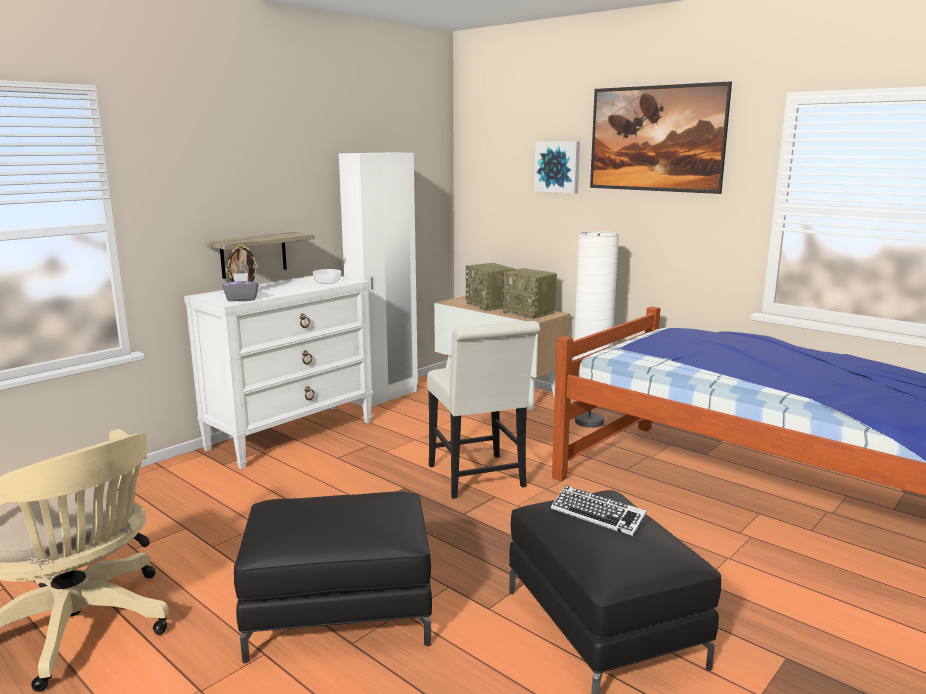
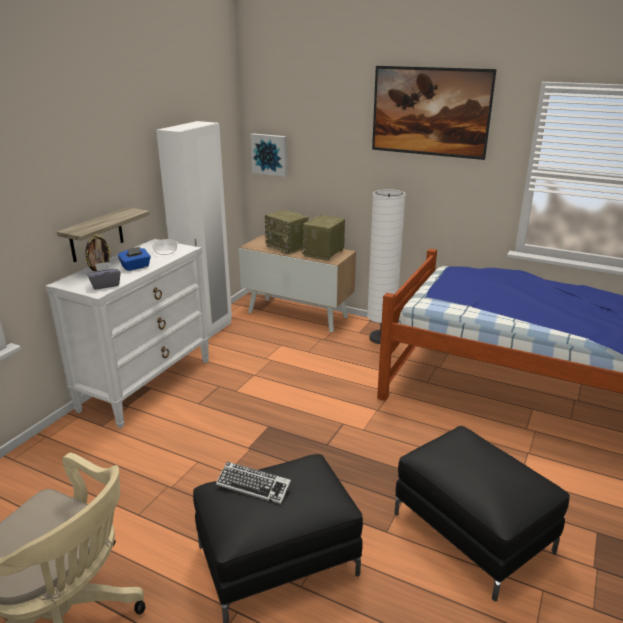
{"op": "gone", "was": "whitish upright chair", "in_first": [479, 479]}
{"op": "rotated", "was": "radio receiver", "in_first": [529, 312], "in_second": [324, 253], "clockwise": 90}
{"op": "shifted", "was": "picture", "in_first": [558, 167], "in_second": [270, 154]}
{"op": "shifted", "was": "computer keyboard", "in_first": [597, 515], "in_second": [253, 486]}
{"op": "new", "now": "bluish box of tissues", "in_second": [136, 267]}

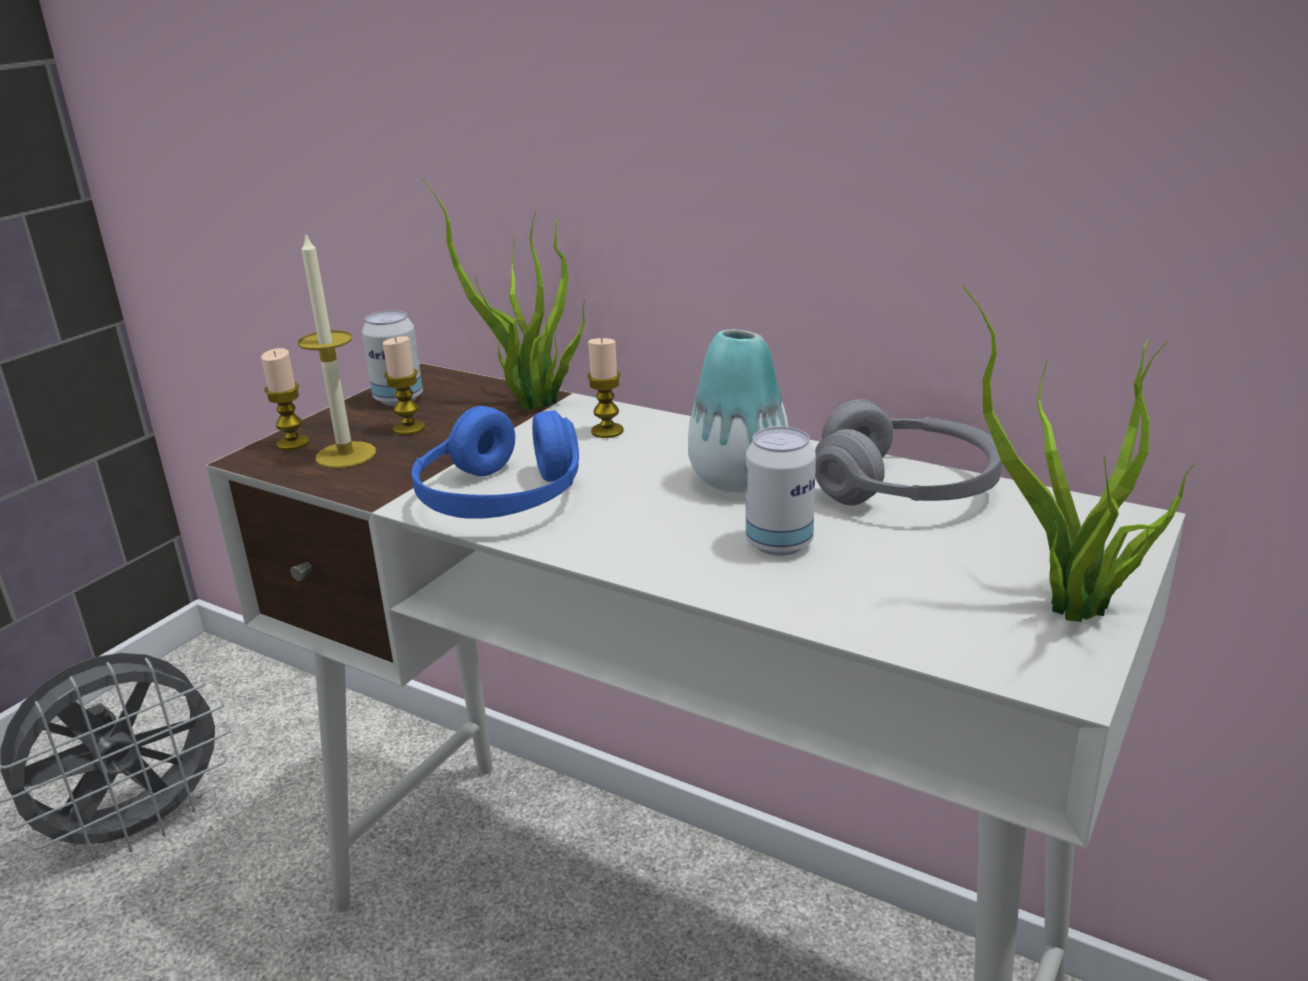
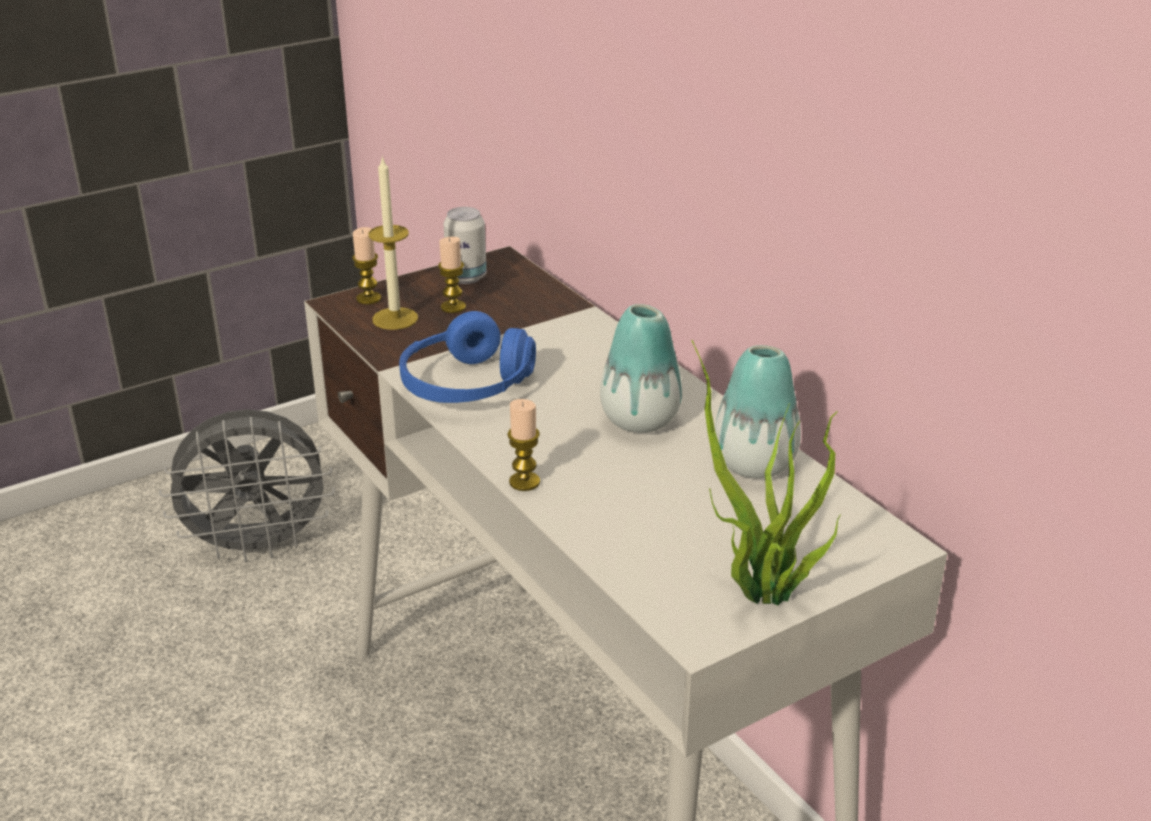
{"op": "gone", "was": "houseplant", "in_first": [531, 405]}
{"op": "shifted", "was": "wax light", "in_first": [607, 431], "in_second": [524, 482]}
{"op": "gone", "was": "sealed can", "in_first": [779, 543]}
{"op": "swapped", "was": "gray headphones", "now": "vase", "in_first": [905, 488], "in_second": [754, 464]}

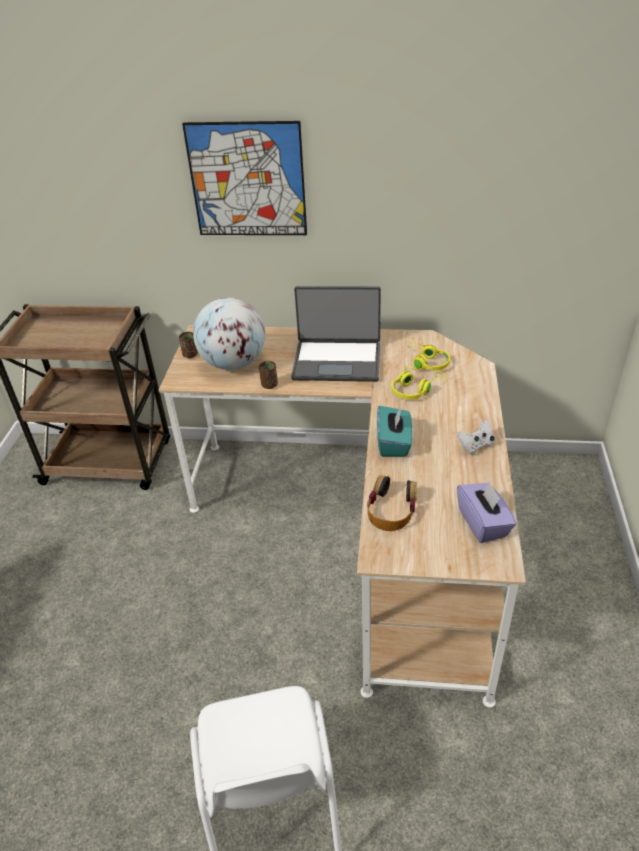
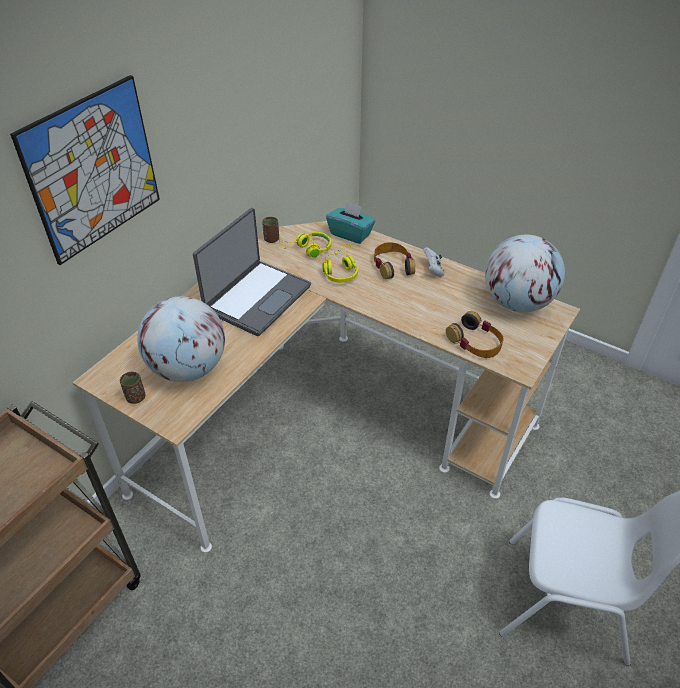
{"op": "shifted", "was": "brown-coloured cup", "in_first": [269, 385], "in_second": [271, 239]}
{"op": "shifted", "was": "turquoise-coloured box of tissues", "in_first": [394, 443], "in_second": [350, 234]}
{"op": "swapped", "was": "purple box of tissues", "now": "globe", "in_first": [483, 523], "in_second": [517, 302]}
{"op": "new", "now": "headphones", "in_second": [392, 266]}

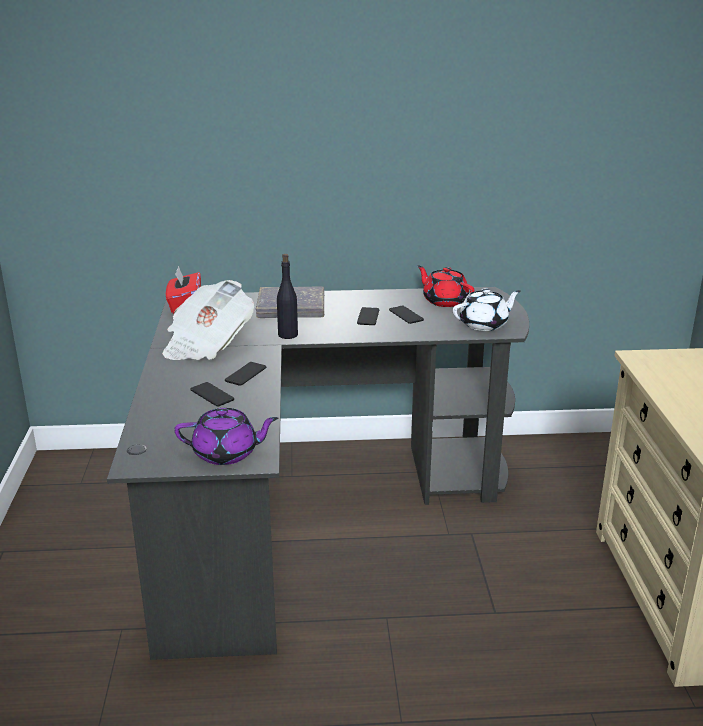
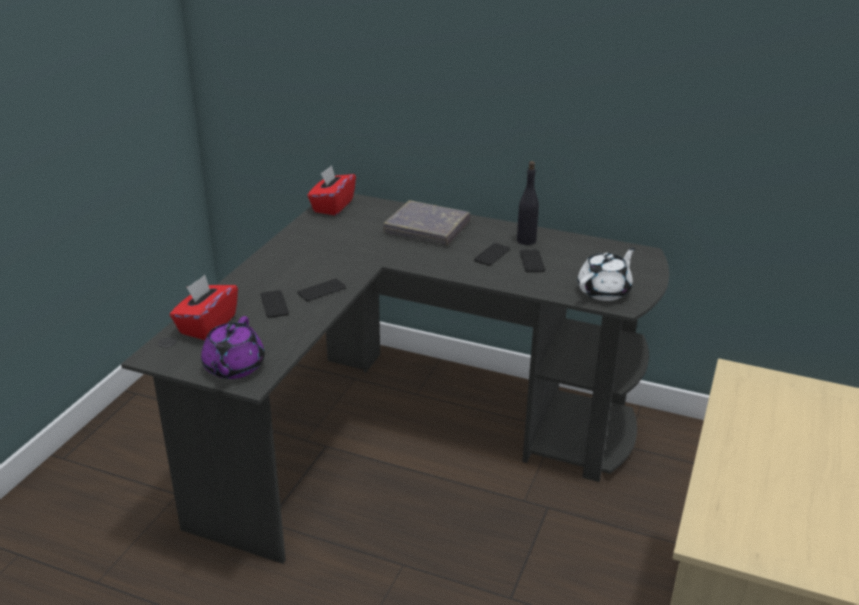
{"op": "gone", "was": "newspaper", "in_first": [207, 345]}
{"op": "rotated", "was": "purple teapot", "in_first": [227, 453], "in_second": [233, 367], "clockwise": 75}
{"op": "shifted", "was": "blackish drink bottle", "in_first": [288, 335], "in_second": [526, 240]}
{"op": "gone", "was": "red teapot", "in_first": [444, 301]}
{"op": "rotated", "was": "whitish teapot", "in_first": [484, 324], "in_second": [604, 291], "clockwise": -45}
{"op": "new", "now": "red box of tissues", "in_second": [207, 325]}

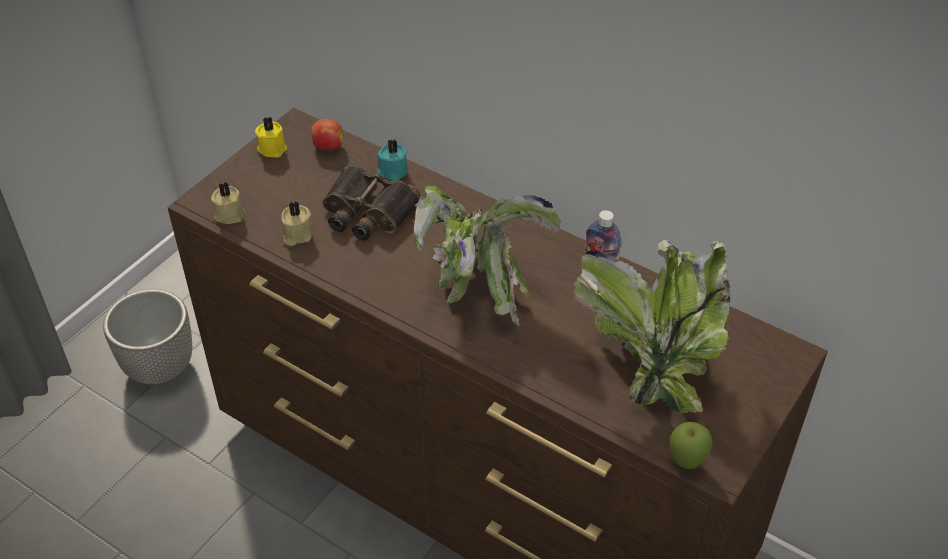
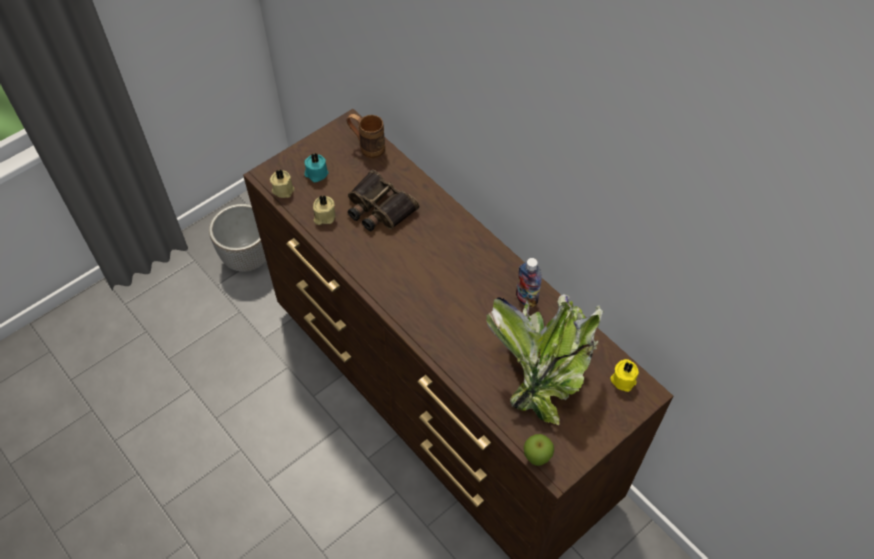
{"op": "shifted", "was": "yellow wax light", "in_first": [272, 148], "in_second": [623, 379]}
{"op": "swapped", "was": "apple", "now": "brown-coloured mug", "in_first": [327, 147], "in_second": [367, 147]}
{"op": "shifted", "was": "turquoise-coloured wax light", "in_first": [392, 171], "in_second": [316, 174]}
{"op": "gone", "was": "houseplant", "in_first": [477, 285]}

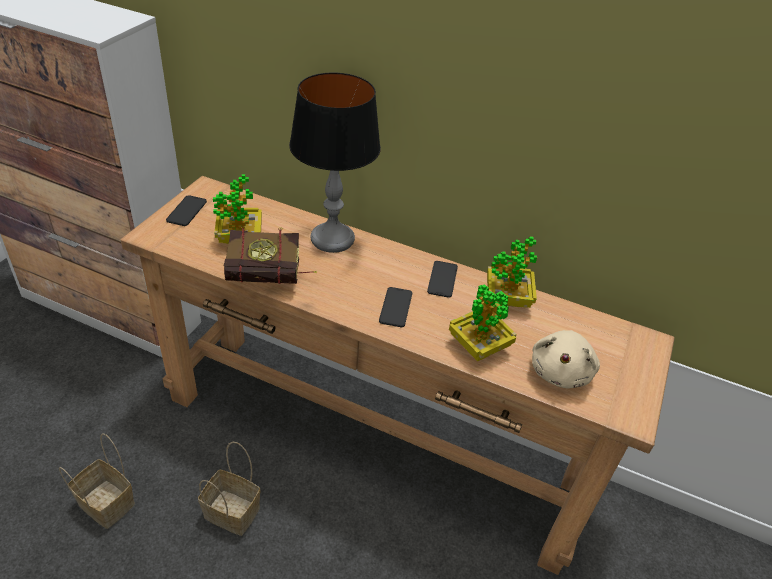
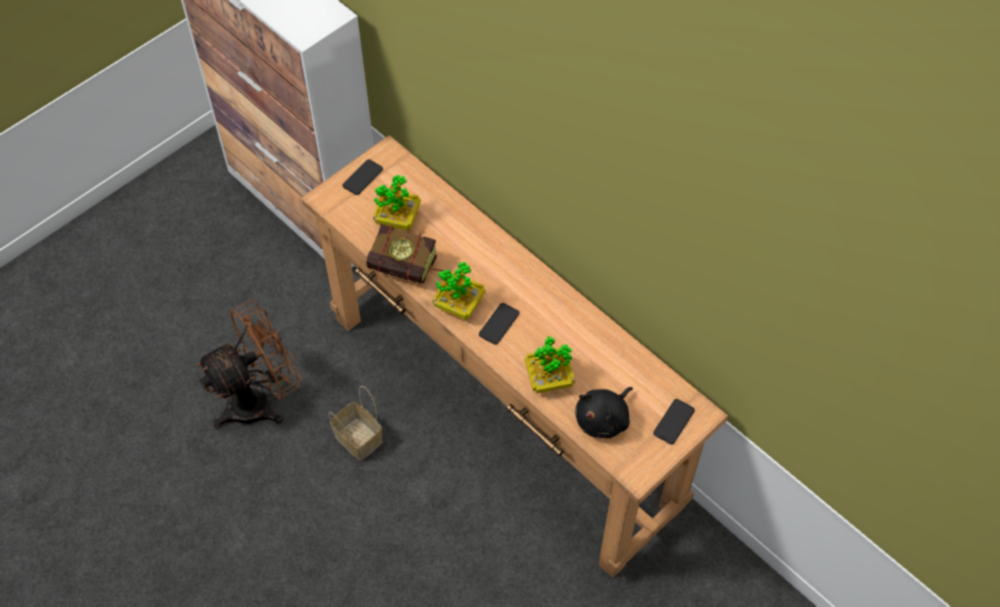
{"op": "swapped", "was": "household basket", "now": "brown-coloured electric fan", "in_first": [104, 503], "in_second": [260, 401]}
{"op": "gone", "was": "lamp for a table", "in_first": [332, 239]}
{"op": "shifted", "was": "handset", "in_first": [442, 279], "in_second": [674, 422]}
{"op": "shifted", "was": "houseplant", "in_first": [507, 299], "in_second": [459, 305]}
{"op": "repainted", "was": "sand-coloured soft toy", "now": "blackish soft toy", "in_first": [560, 371], "in_second": [604, 419]}

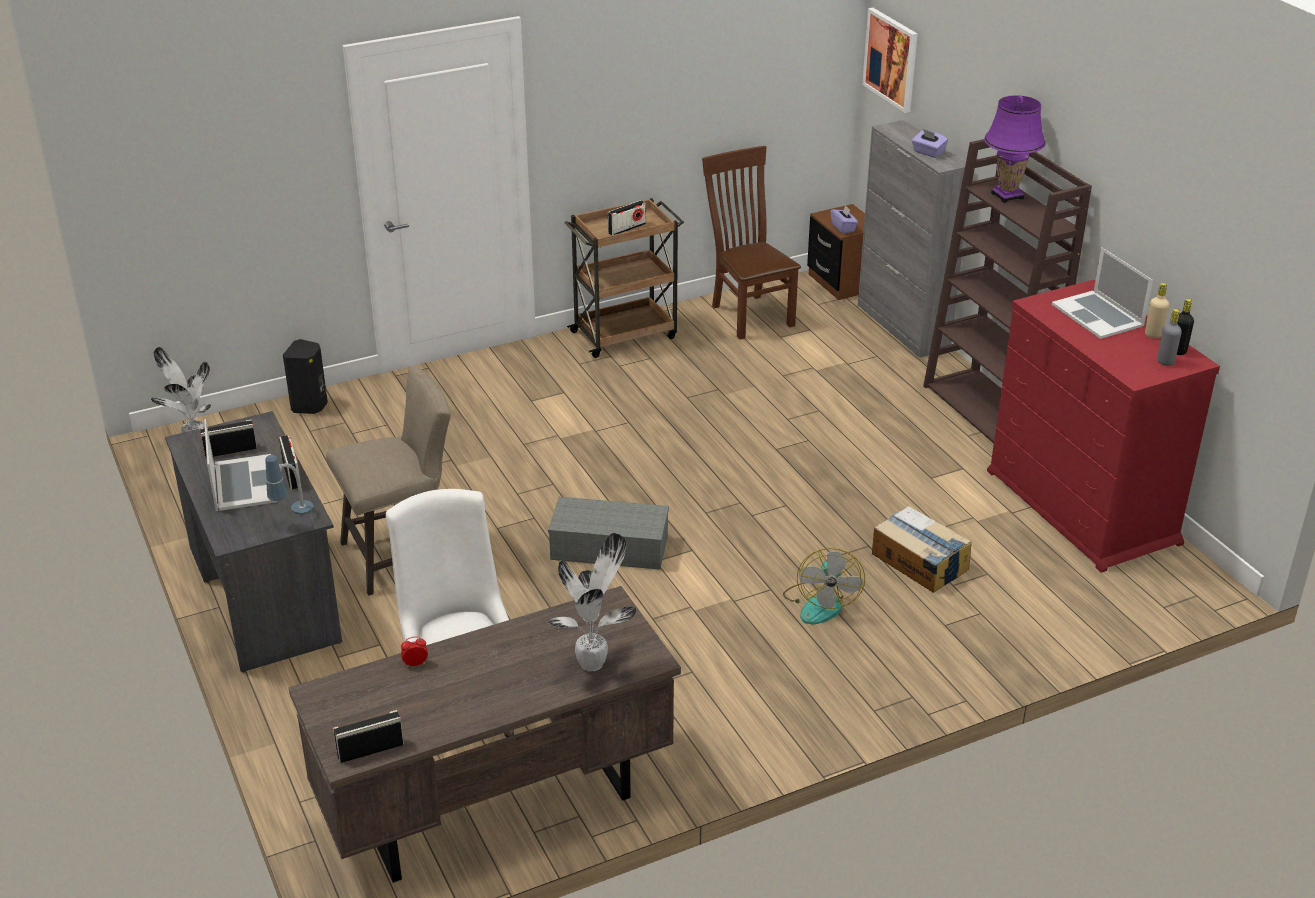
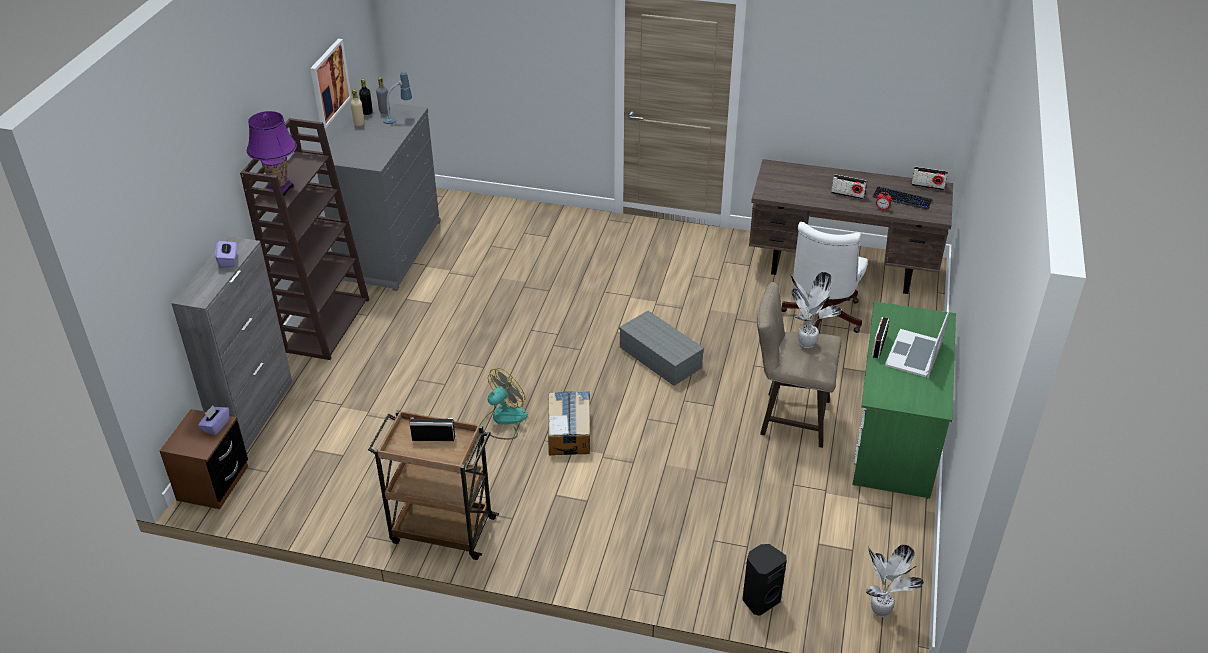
{"op": "repainted", "was": "gray desk unit", "now": "greenish desk unit", "in_first": [264, 594], "in_second": [895, 436]}
{"op": "shifted", "was": "radio receiver", "in_first": [230, 451], "in_second": [847, 194]}
{"op": "shifted", "was": "lamp for a table", "in_first": [292, 516], "in_second": [398, 119]}
{"op": "shifted", "was": "houseplant", "in_first": [594, 663], "in_second": [805, 343]}
{"op": "gone", "was": "brown-coloured upright chair", "in_first": [748, 314]}
{"op": "shifted", "was": "electric fan", "in_first": [820, 603], "in_second": [503, 420]}
{"op": "shifted", "was": "picture", "in_first": [891, 59], "in_second": [329, 83]}
{"op": "shifted", "was": "packing box", "in_first": [919, 562], "in_second": [569, 432]}
{"op": "repainted", "was": "red chest of drawers", "now": "gray chest of drawers", "in_first": [1082, 507], "in_second": [389, 249]}
{"op": "gone", "was": "portable computer", "in_first": [1098, 315]}
{"op": "new", "now": "computer keyboard", "in_second": [902, 199]}

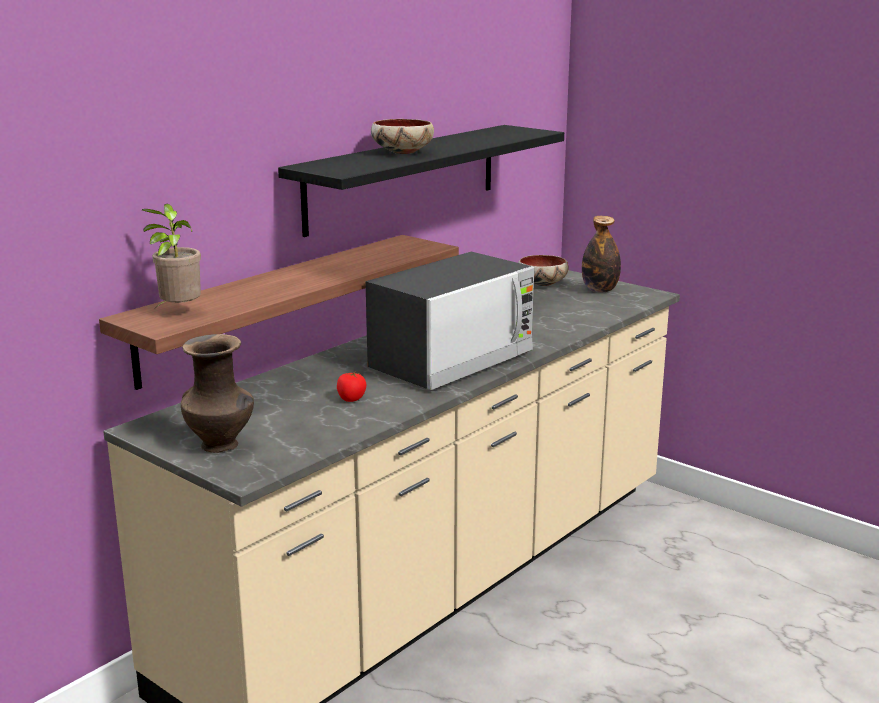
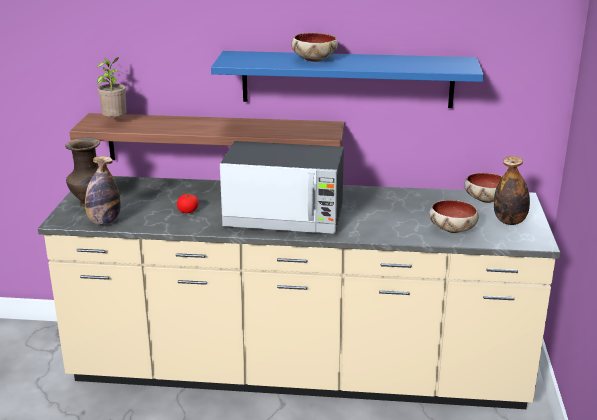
{"op": "repainted", "was": "blackish shelf", "now": "bluish shelf", "in_first": [403, 177], "in_second": [347, 79]}
{"op": "new", "now": "drink bottle", "in_second": [104, 222]}
{"op": "new", "now": "serving bowl", "in_second": [451, 229]}

